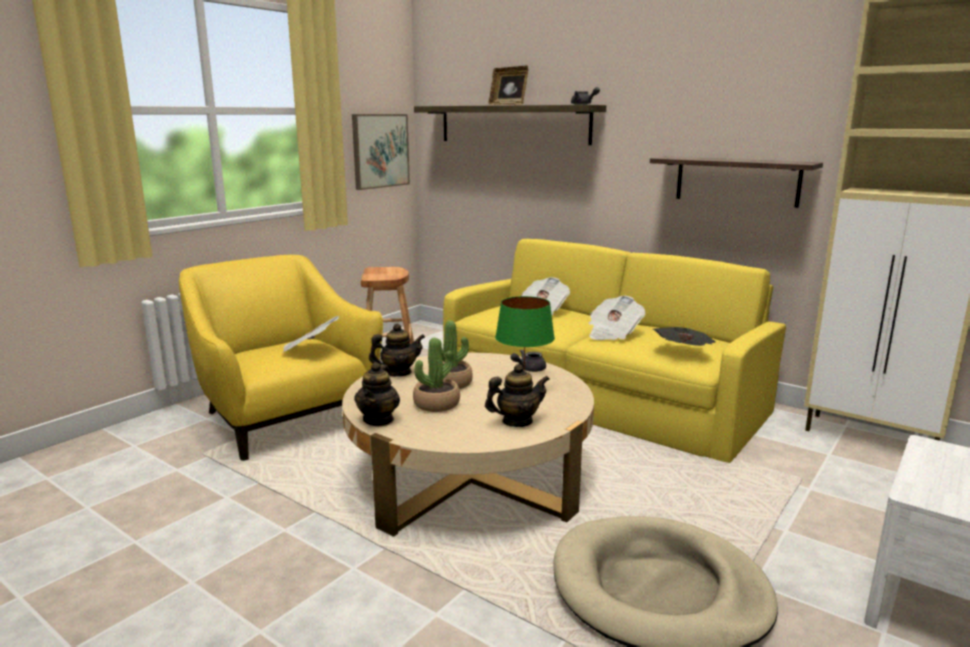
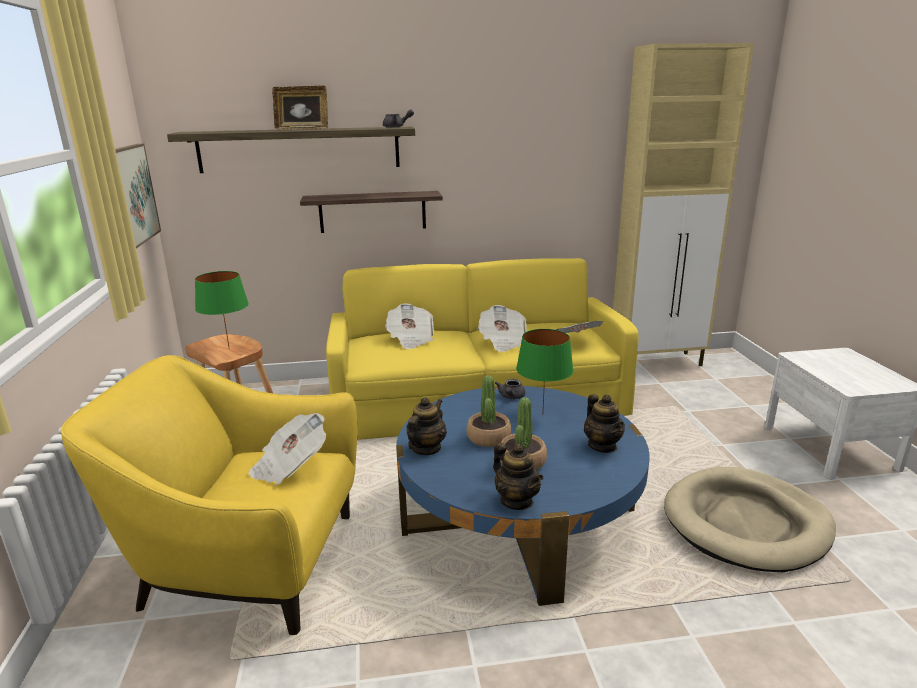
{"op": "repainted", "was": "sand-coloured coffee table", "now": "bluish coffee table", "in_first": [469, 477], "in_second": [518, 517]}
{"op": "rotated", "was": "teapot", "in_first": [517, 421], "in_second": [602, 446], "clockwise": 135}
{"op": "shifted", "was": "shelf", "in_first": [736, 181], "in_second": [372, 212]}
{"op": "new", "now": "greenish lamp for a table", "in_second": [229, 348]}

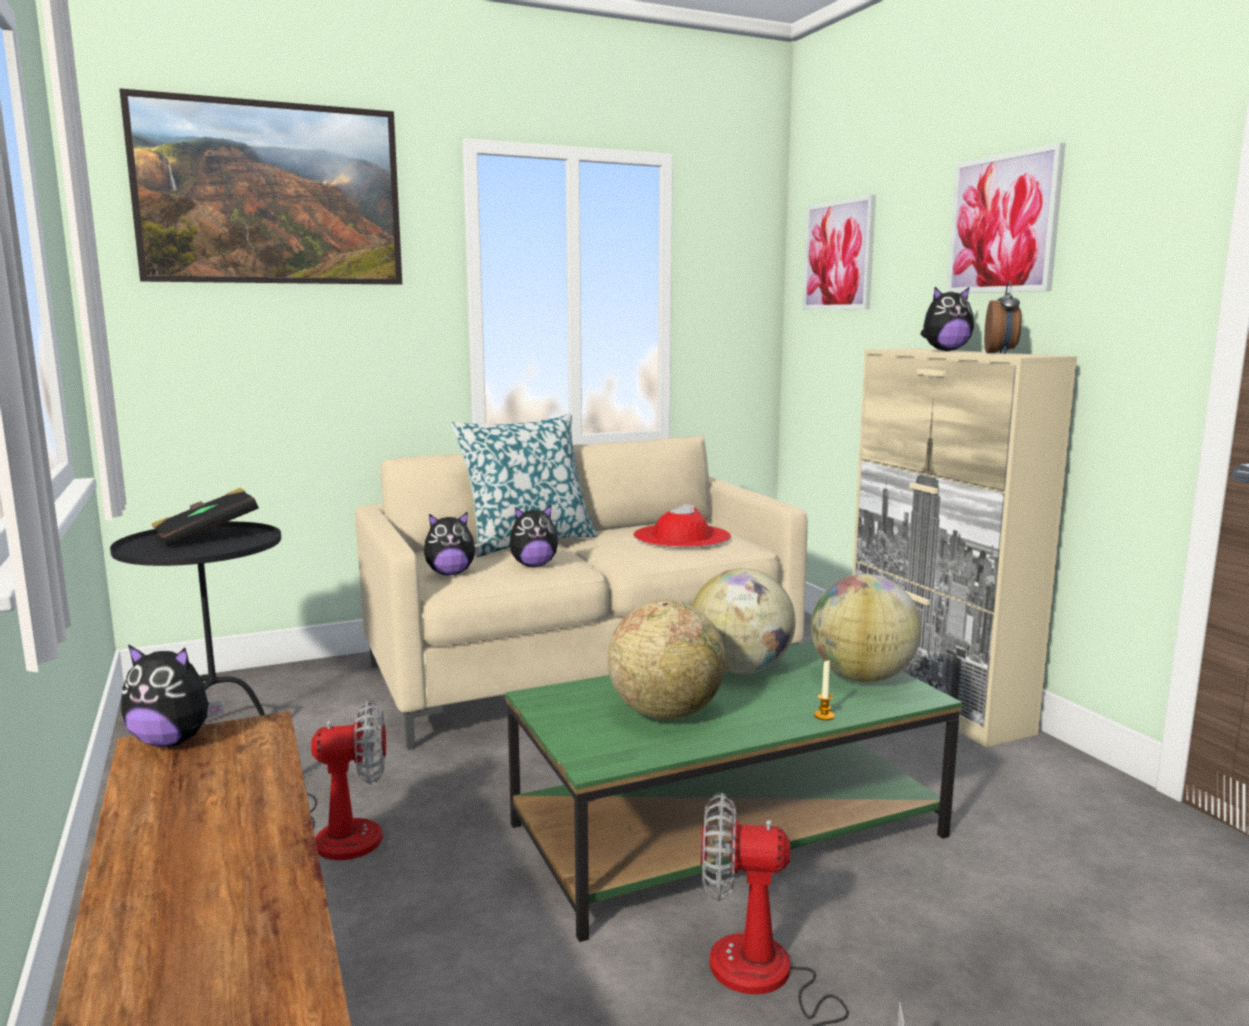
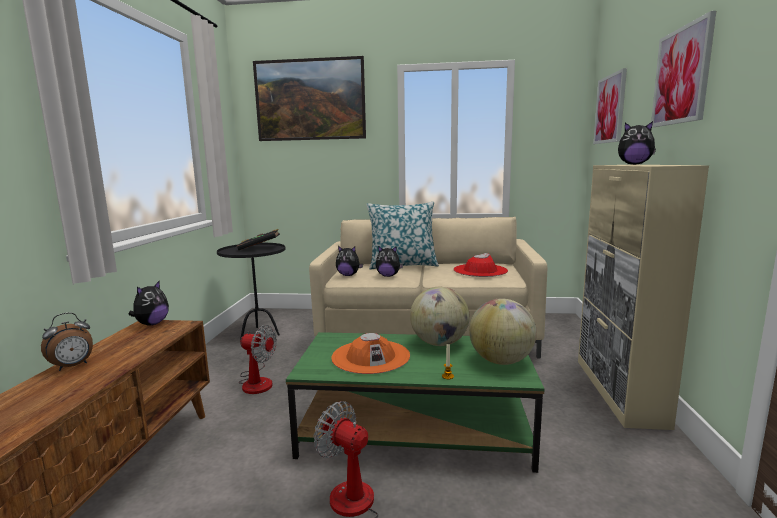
{"op": "rotated", "was": "soft toy", "in_first": [173, 741], "in_second": [152, 324], "clockwise": -105}
{"op": "swapped", "was": "globe", "now": "orange wearable hat", "in_first": [666, 713], "in_second": [371, 357]}
{"op": "shifted", "was": "table clock", "in_first": [1000, 353], "in_second": [73, 366]}

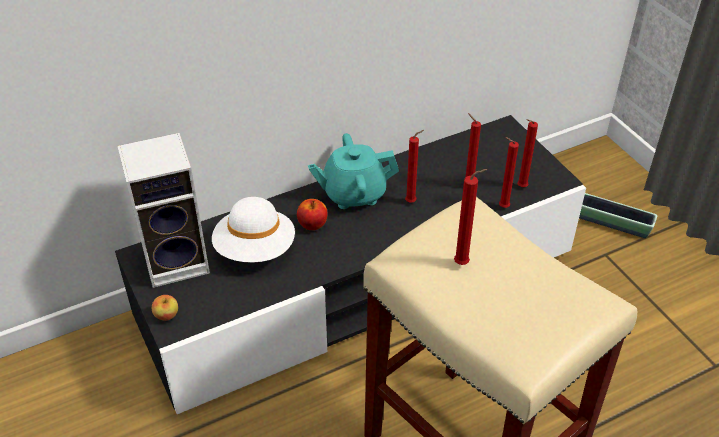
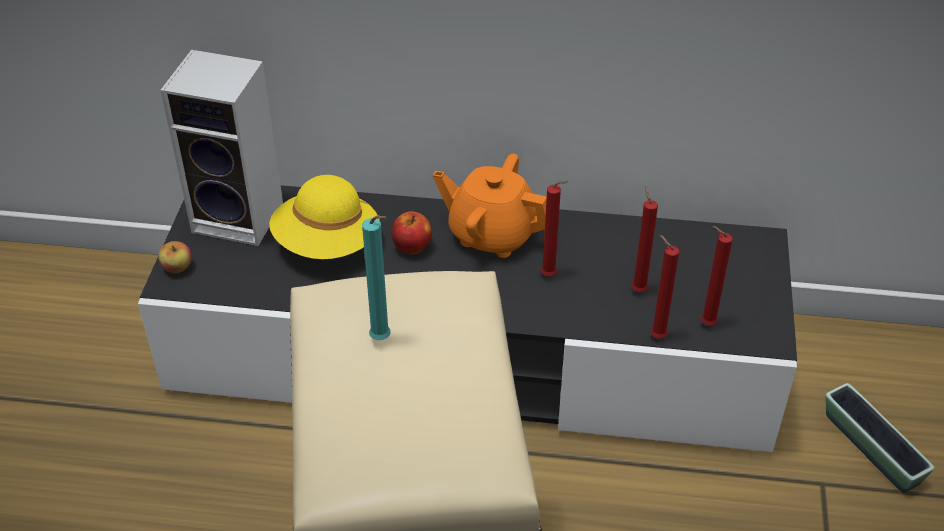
{"op": "repainted", "was": "whitish wearable hat", "now": "yellow wearable hat", "in_first": [255, 249], "in_second": [327, 244]}
{"op": "repainted", "was": "turquoise-coloured teapot", "now": "orange teapot", "in_first": [353, 193], "in_second": [492, 234]}
{"op": "repainted", "was": "red wax light", "now": "turquoise-coloured wax light", "in_first": [464, 264], "in_second": [383, 340]}

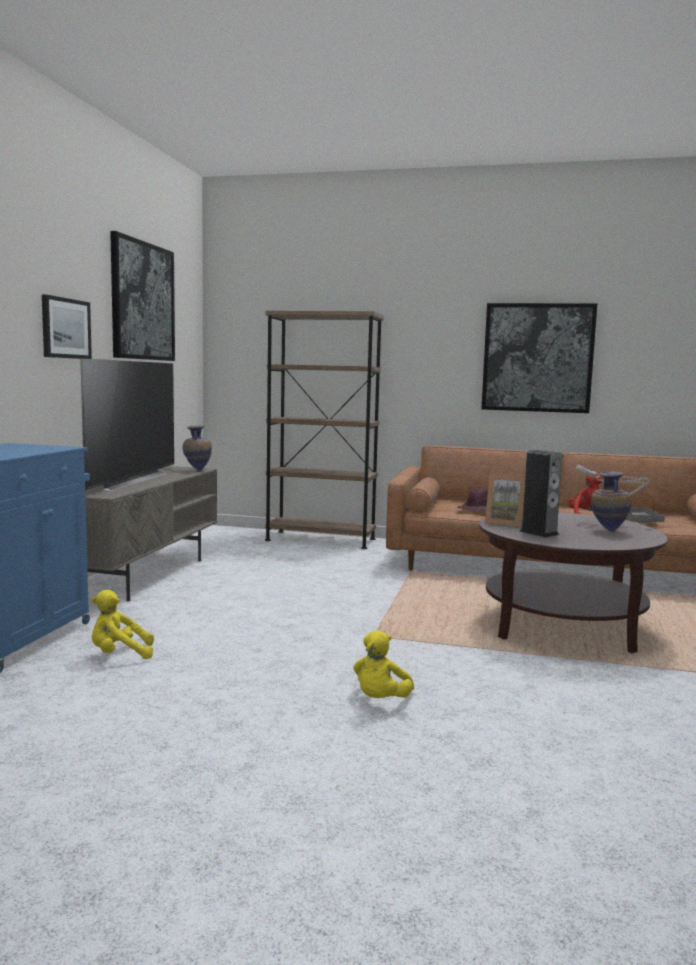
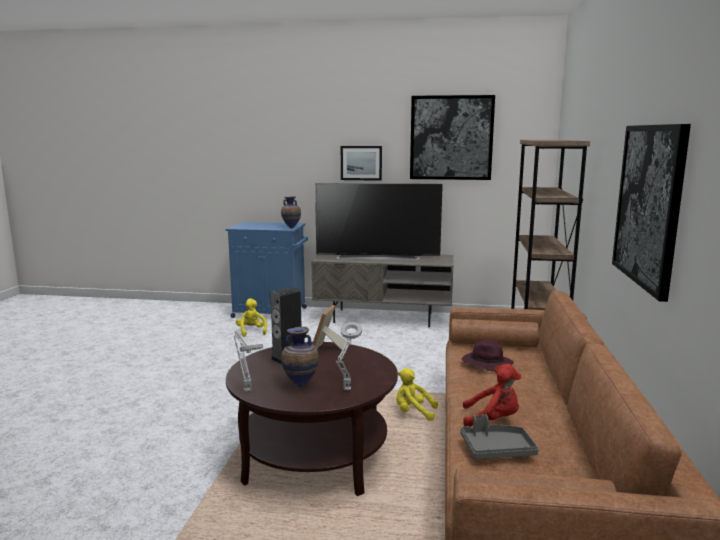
{"op": "shifted", "was": "vase", "in_first": [197, 470], "in_second": [291, 228]}
{"op": "shifted", "was": "yellow soft toy", "in_first": [380, 700], "in_second": [413, 413]}
{"op": "new", "now": "gray lamp for a table", "in_second": [247, 389]}

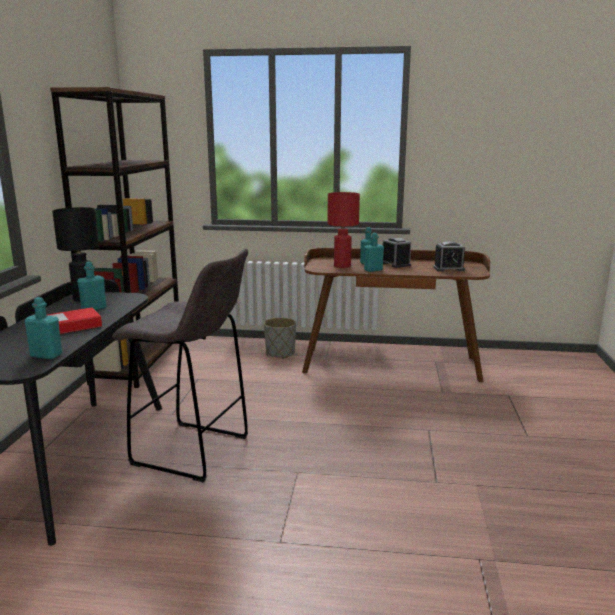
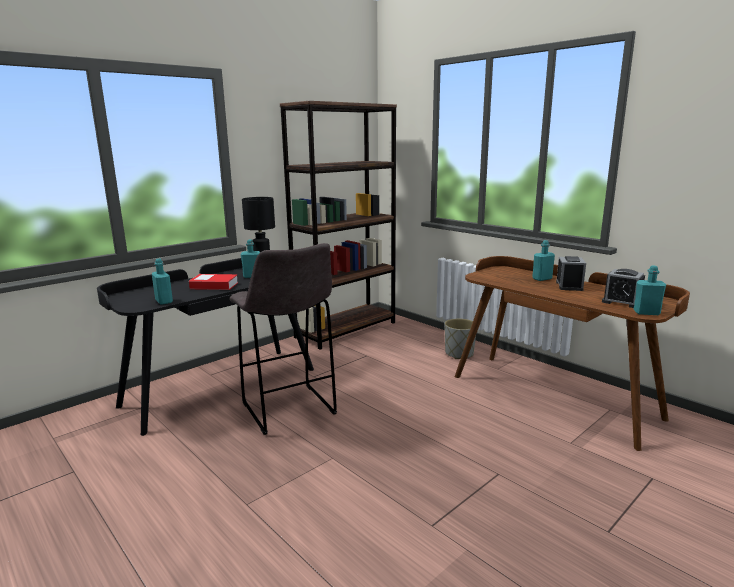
{"op": "gone", "was": "red lamp for a table", "in_first": [342, 266]}
{"op": "shifted", "was": "turquoise-coloured drink bottle", "in_first": [373, 270], "in_second": [646, 313]}

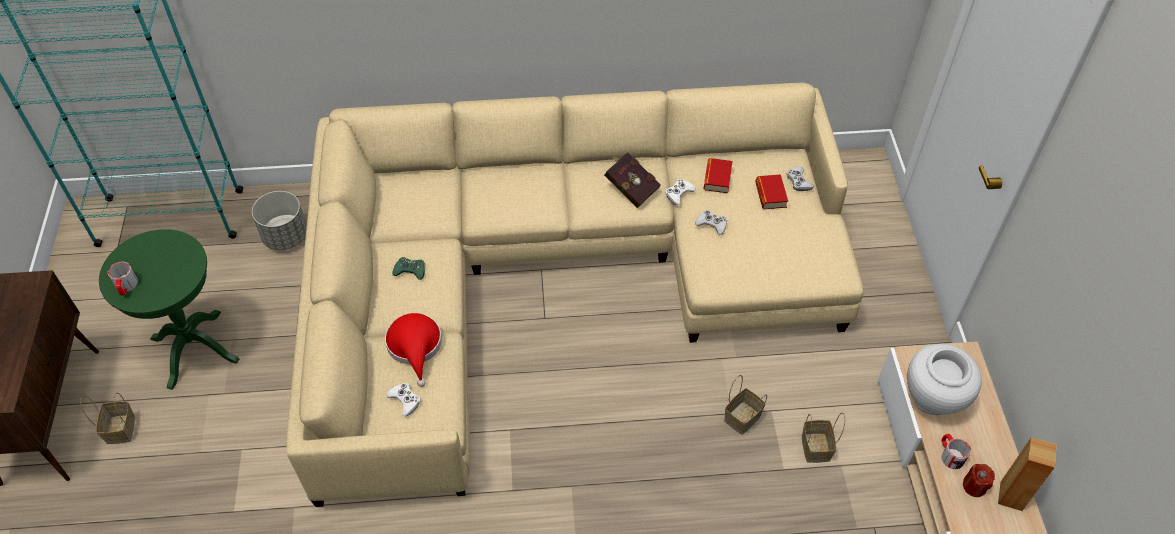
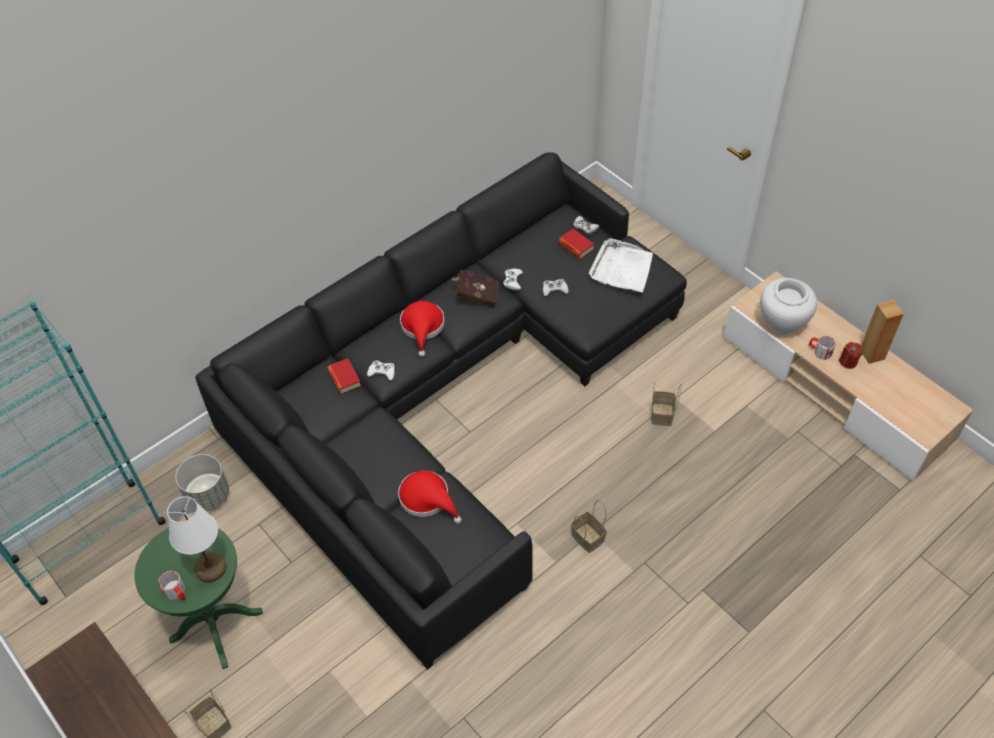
{"op": "repainted", "was": "sand-coloured settee", "now": "blackish settee", "in_first": [554, 274], "in_second": [448, 397]}
{"op": "shifted", "was": "whitish gamepad", "in_first": [405, 400], "in_second": [382, 372]}
{"op": "gone", "was": "greenish gamepad", "in_first": [410, 270]}
{"op": "shifted", "was": "volume", "in_first": [717, 178], "in_second": [344, 378]}
{"op": "shifted", "was": "household basket", "in_first": [817, 449], "in_second": [589, 538]}
{"op": "new", "now": "whitish lamp for a table", "in_second": [210, 567]}
{"op": "new", "now": "red wearable hat", "in_second": [423, 327]}
{"op": "new", "now": "whitish serving tray", "in_second": [621, 268]}

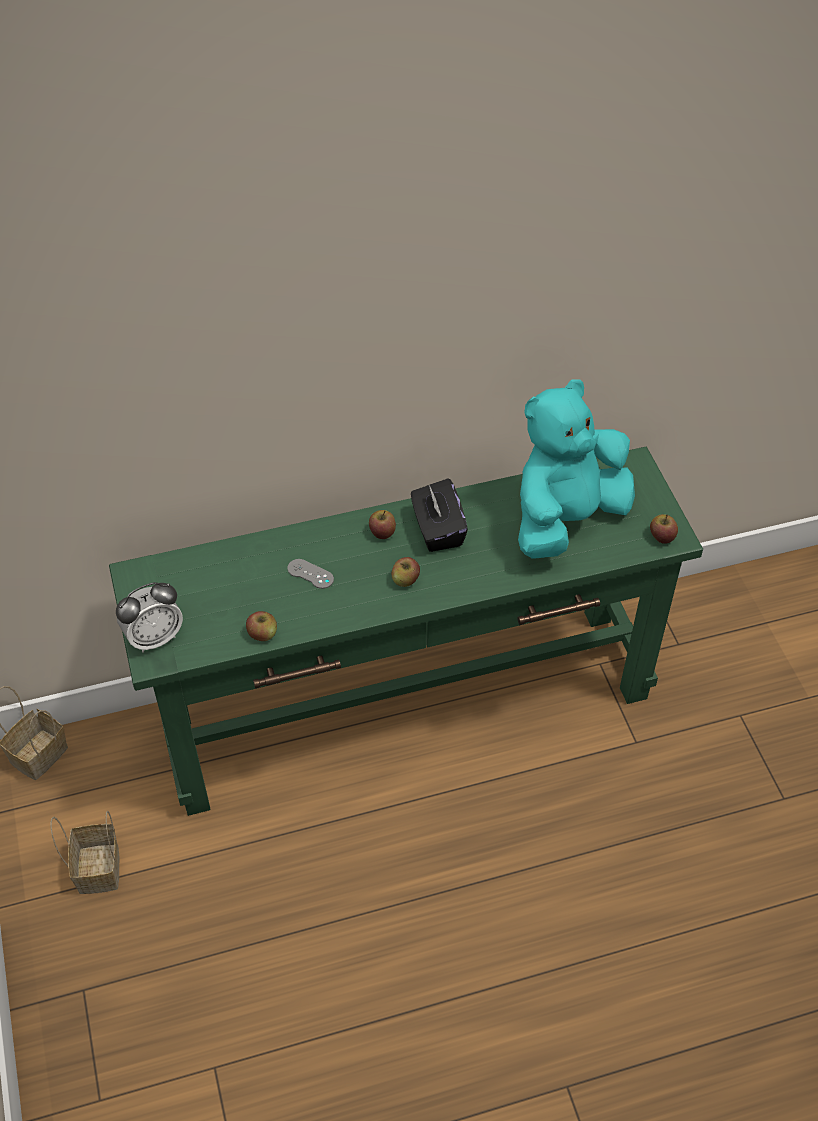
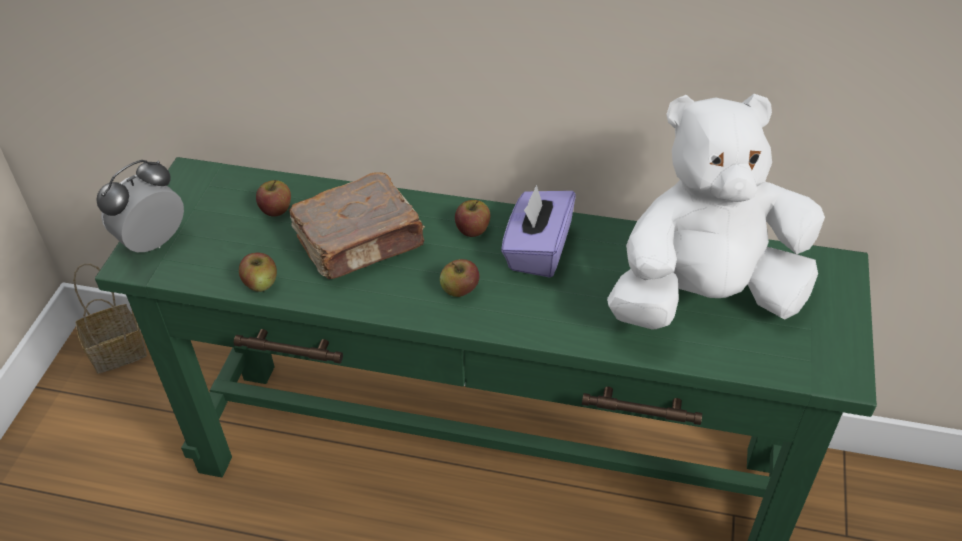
{"op": "gone", "was": "household basket", "in_first": [97, 867]}
{"op": "rotated", "was": "table clock", "in_first": [154, 638], "in_second": [153, 242], "clockwise": 135}
{"op": "swapped", "was": "gray gamepad", "now": "brown-coloured volume", "in_first": [310, 574], "in_second": [361, 242]}
{"op": "repainted", "was": "blackish box of tissues", "now": "purple box of tissues", "in_first": [437, 530], "in_second": [537, 250]}
{"op": "repainted", "was": "turquoise-coloured soft toy", "now": "whitish soft toy", "in_first": [566, 519], "in_second": [705, 297]}
{"op": "shifted", "was": "apple", "in_first": [662, 536], "in_second": [276, 209]}

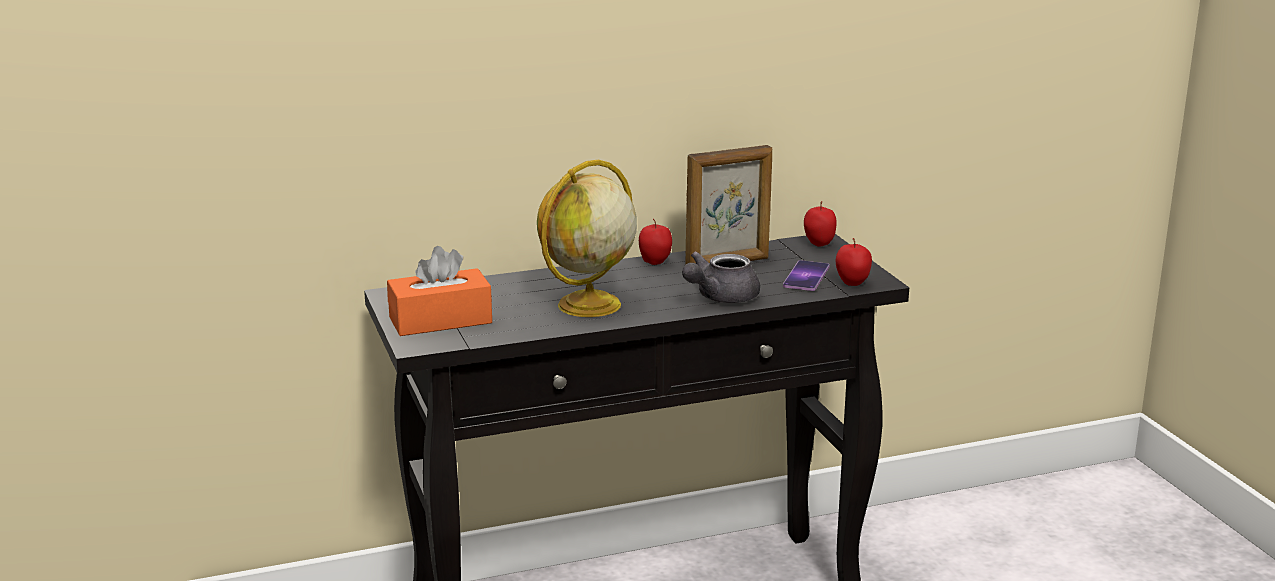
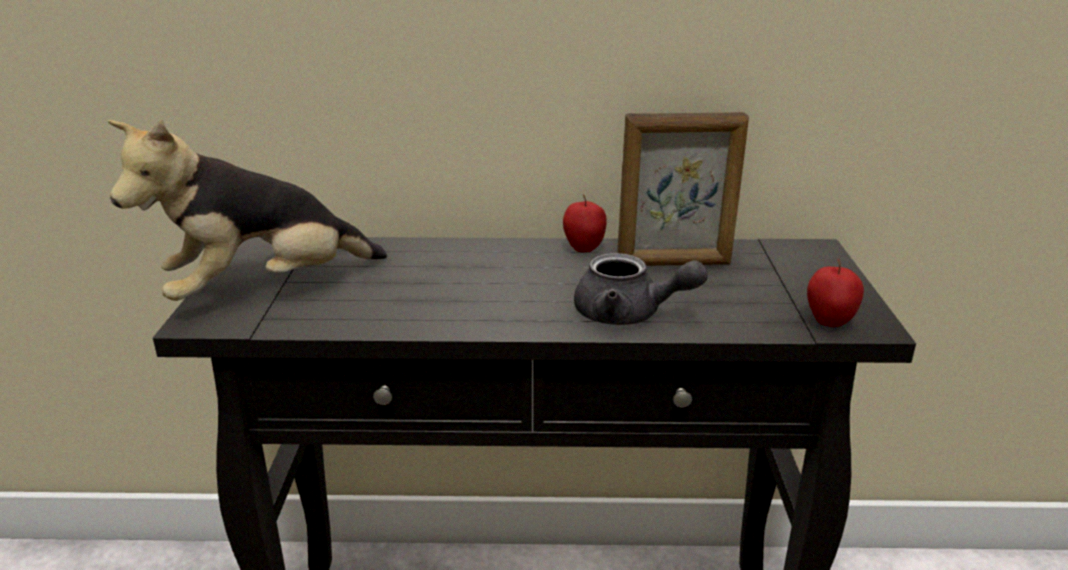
{"op": "swapped", "was": "orange box of tissues", "now": "soft toy", "in_first": [440, 320], "in_second": [265, 290]}
{"op": "gone", "was": "globe", "in_first": [588, 306]}
{"op": "rotated", "was": "gray teapot", "in_first": [720, 297], "in_second": [629, 314], "clockwise": -135}
{"op": "gone", "was": "handset", "in_first": [806, 276]}
{"op": "gone", "was": "apple", "in_first": [819, 244]}

